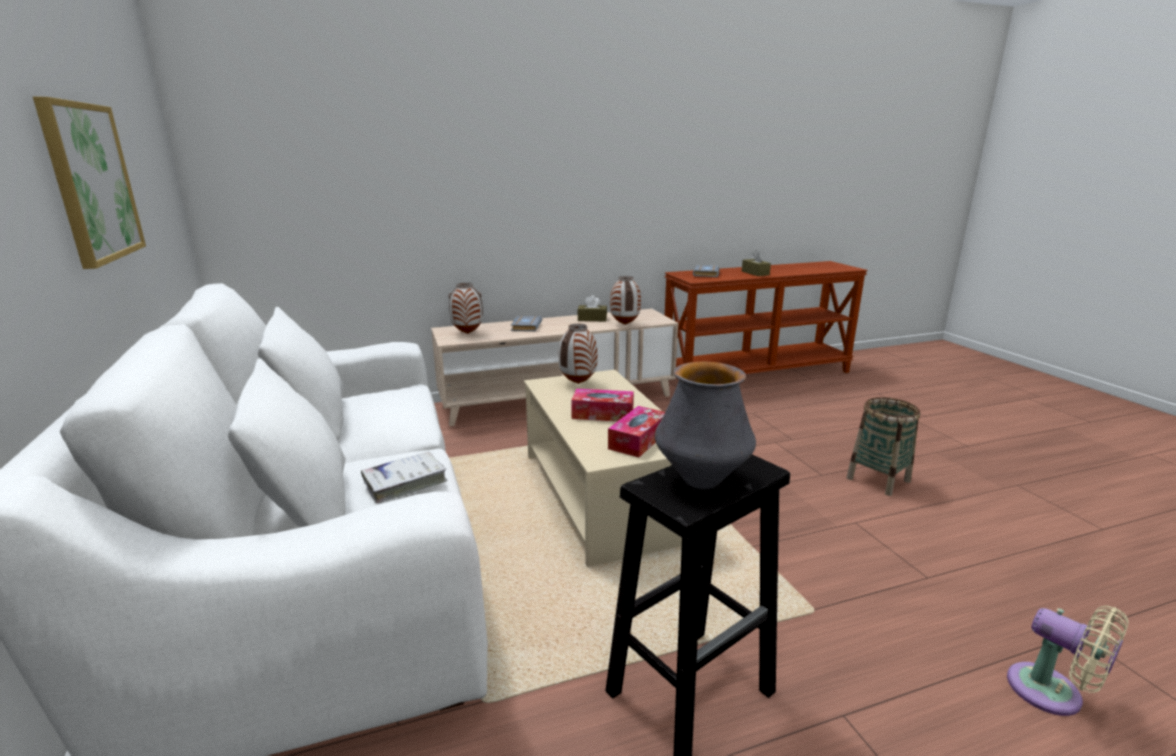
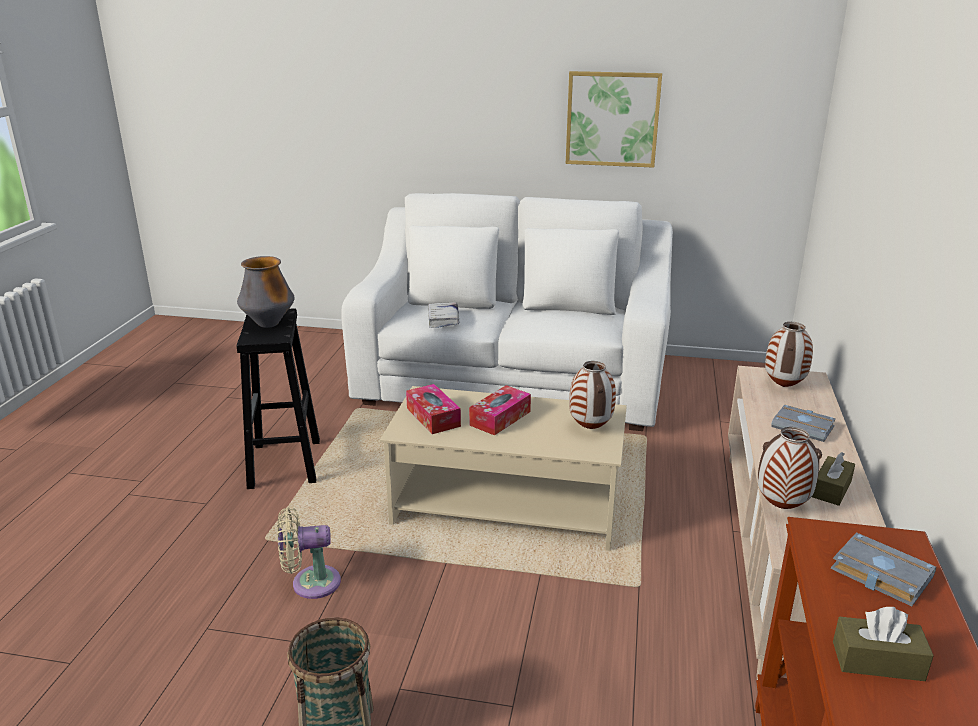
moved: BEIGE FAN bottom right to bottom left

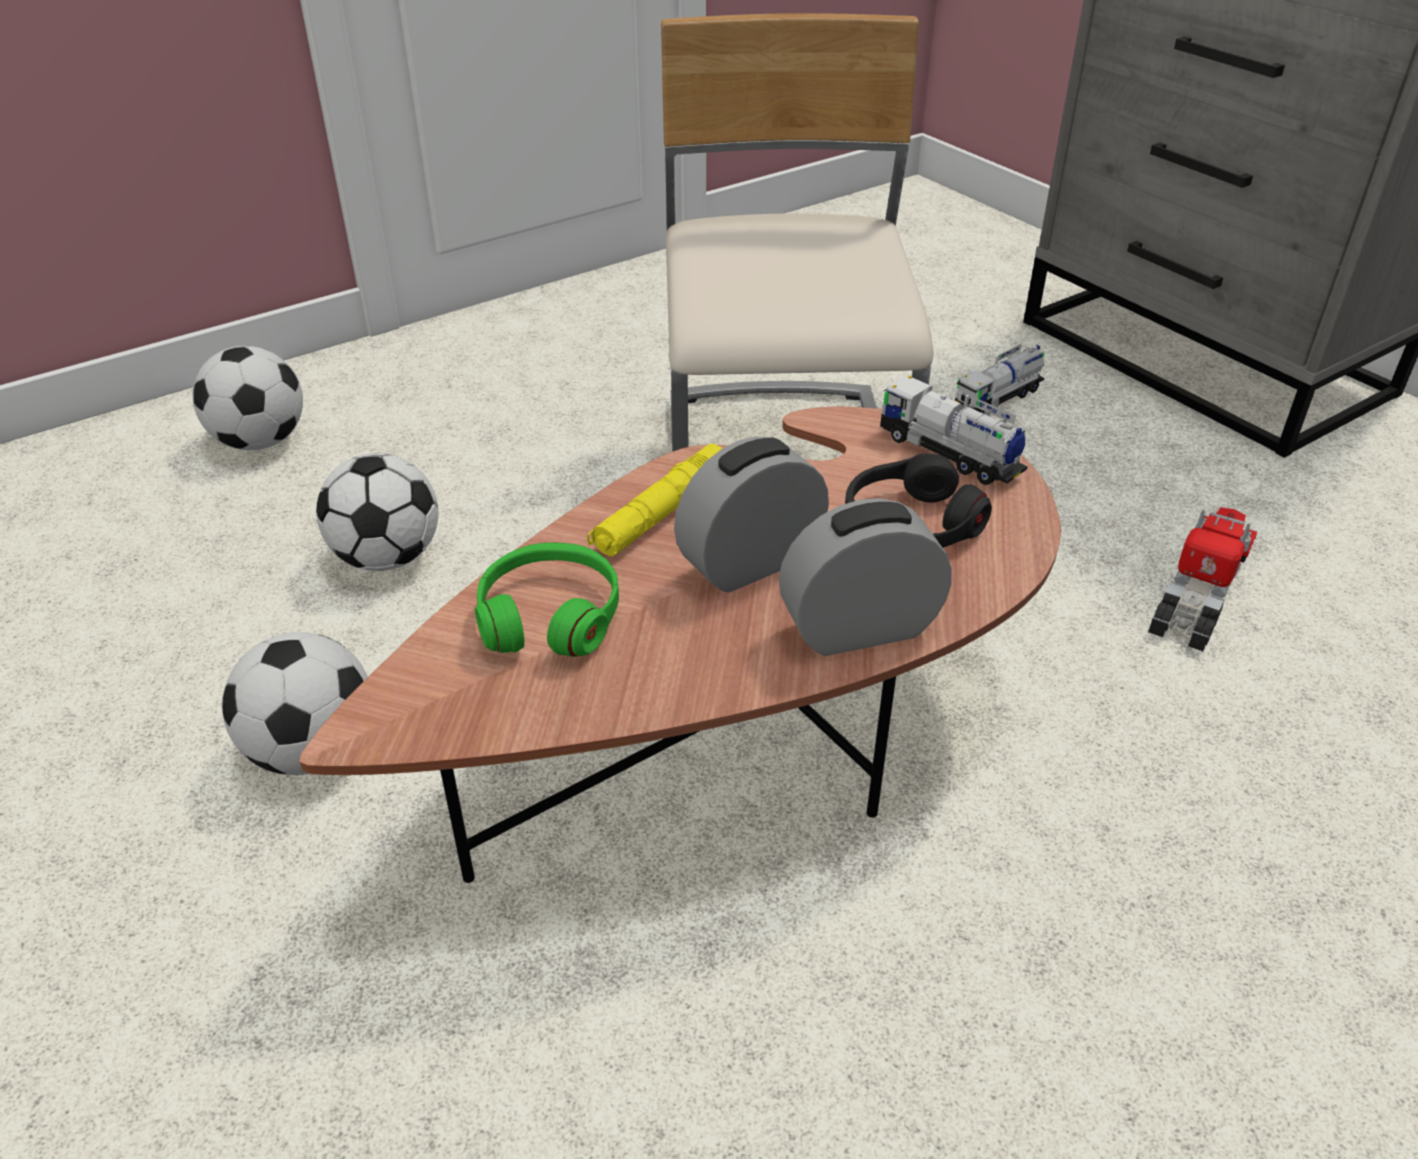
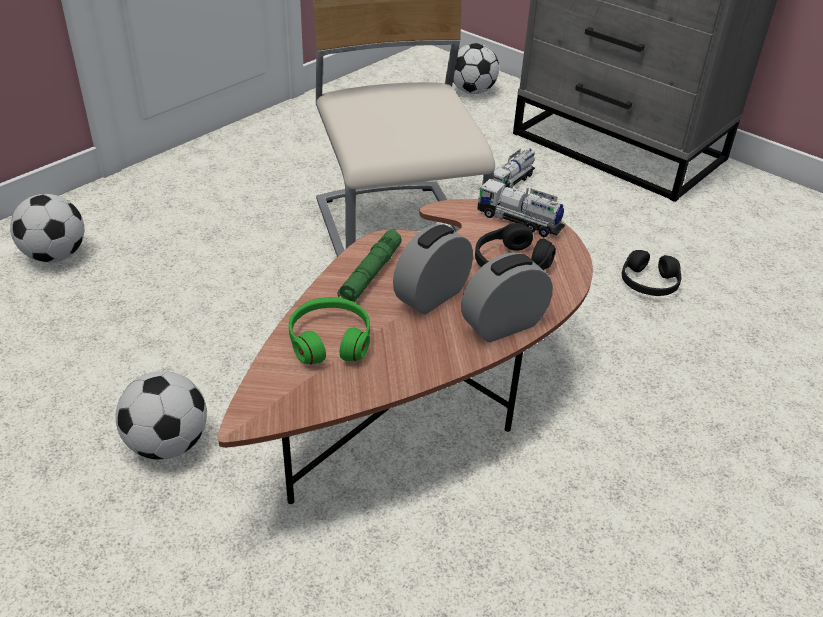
moved: FOOTBALL (3rd from left) middle left to top centre
replaced: TOY TRUCK (3rd from left) middle right to BLACK HEADPHONES (2nd from left) middle right
recoloured: YELLOW FLASHLIGHT centre to GREEN FLASHLIGHT centre

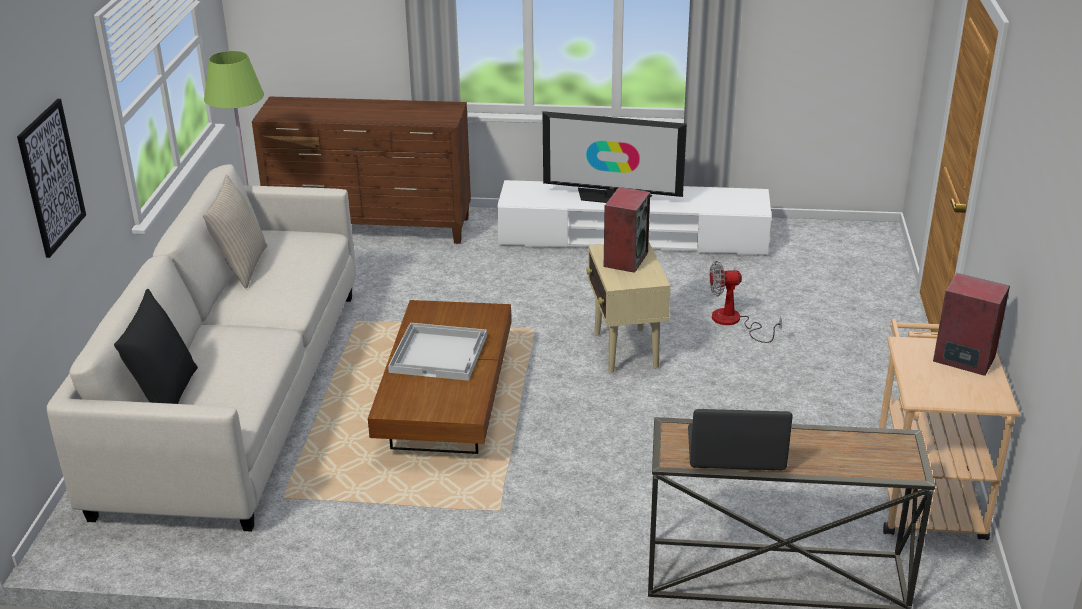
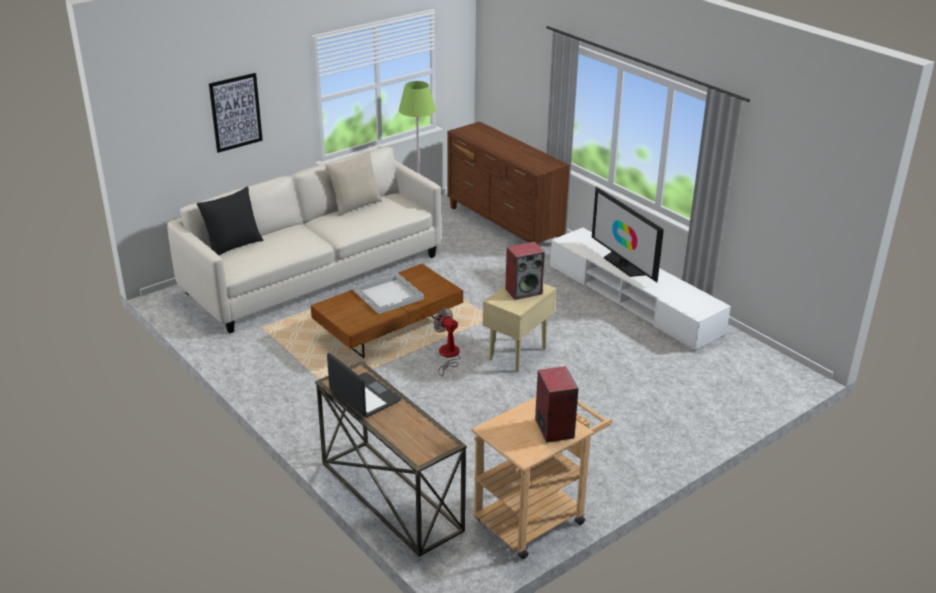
moved: FAN middle right to centre

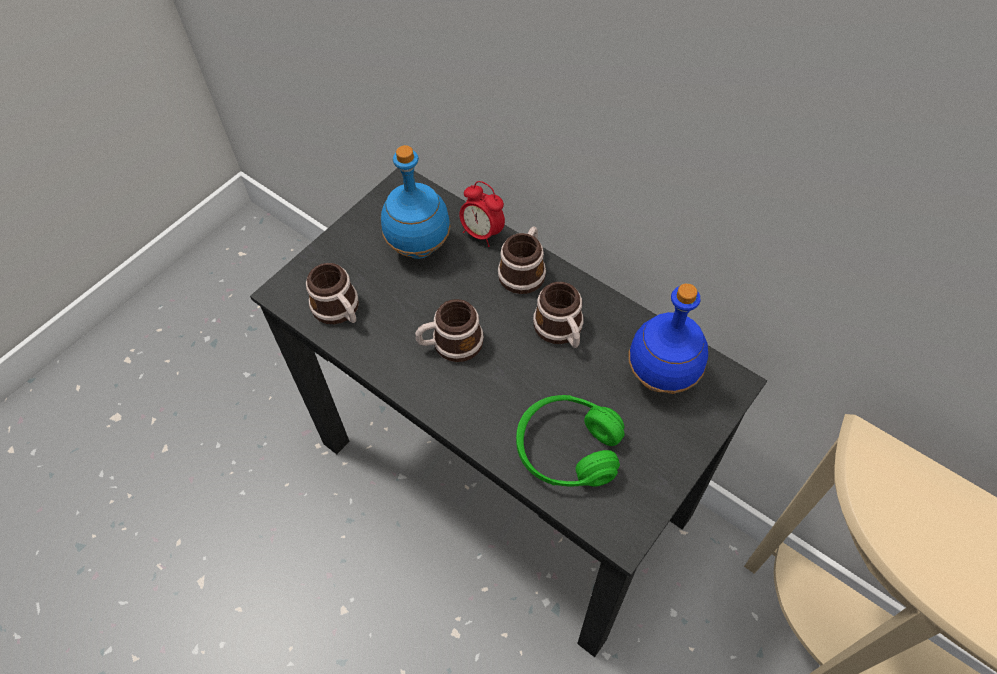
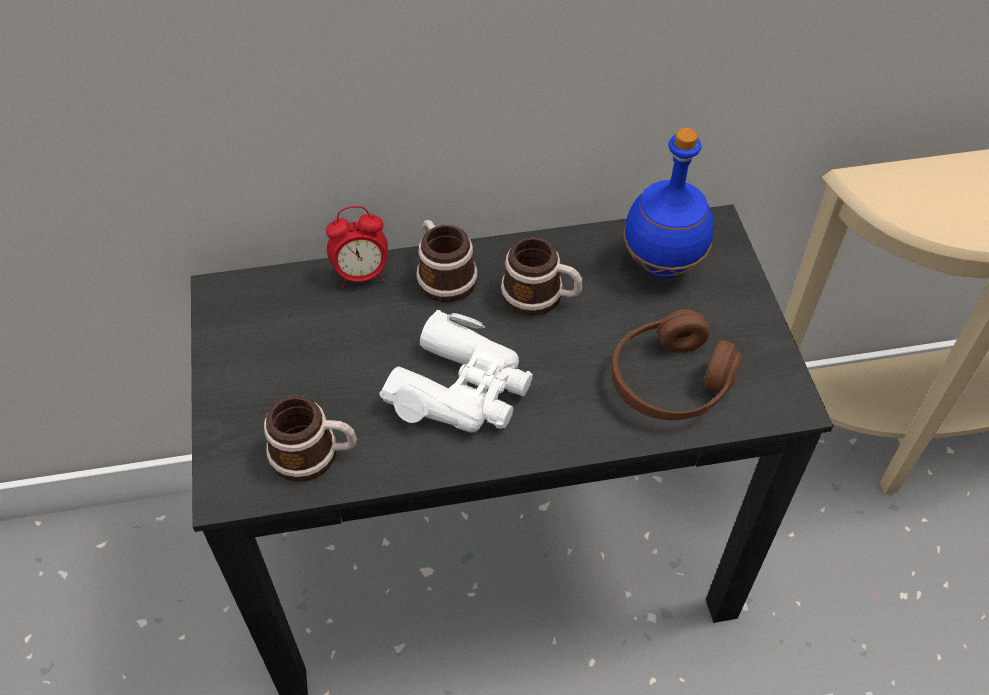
removed: BLUE BOTTLE (1st from left) top centre
replaced: MUG (2nd from left) centre to WHITE BINOCULARS centre
recoloured: GREEN HEADPHONES centre to BROWN HEADPHONES middle right

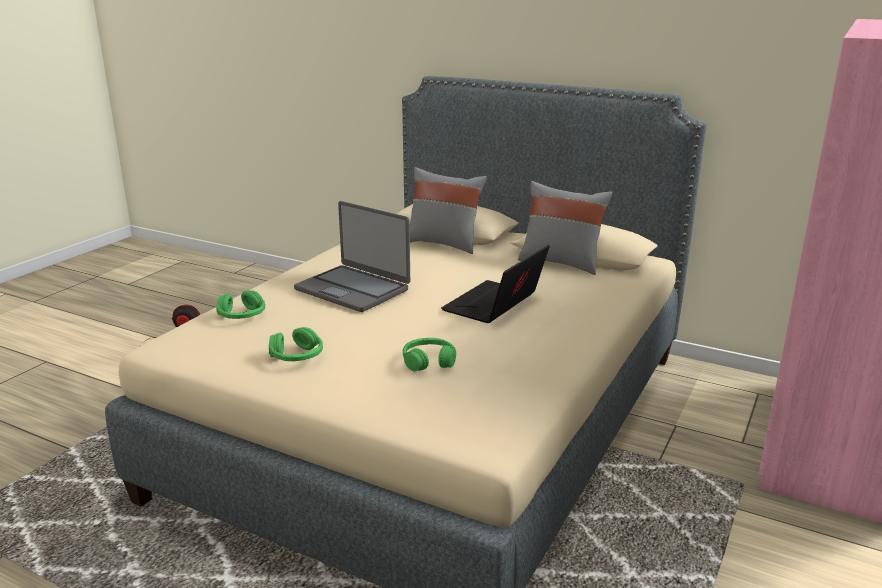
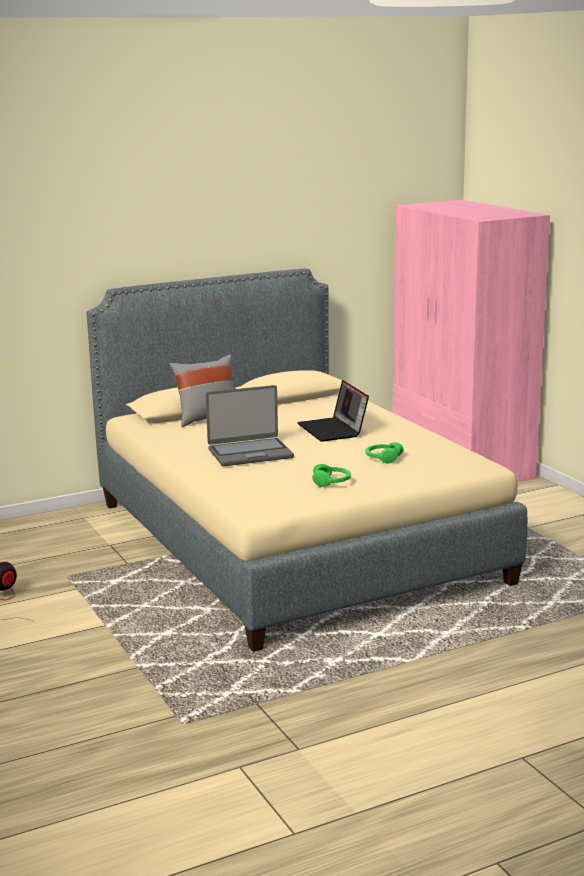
removed: GREEN HEADPHONES (1st from left) middle left; GREY PILLOW (2nd from left) centre

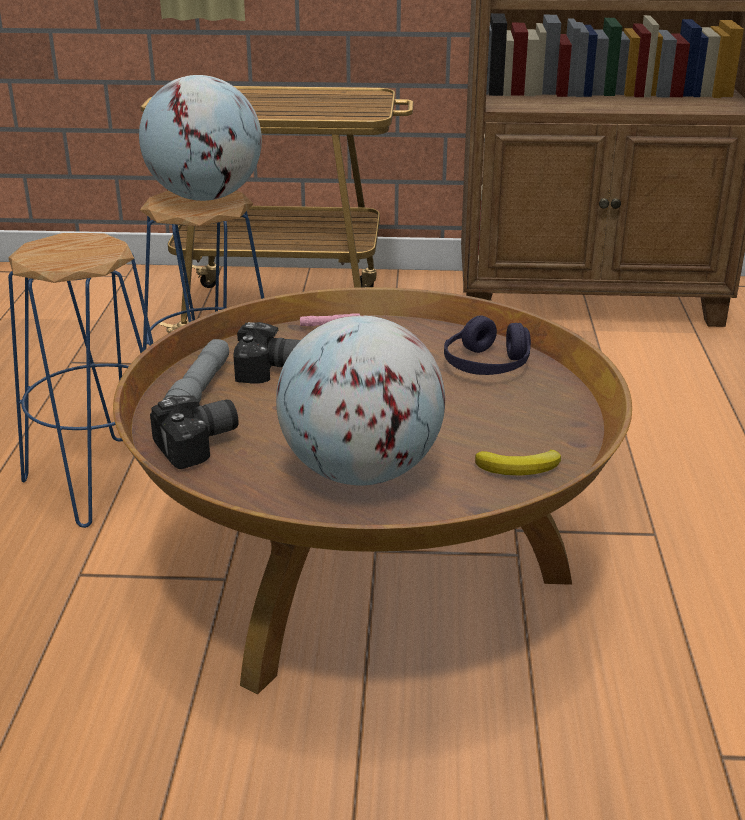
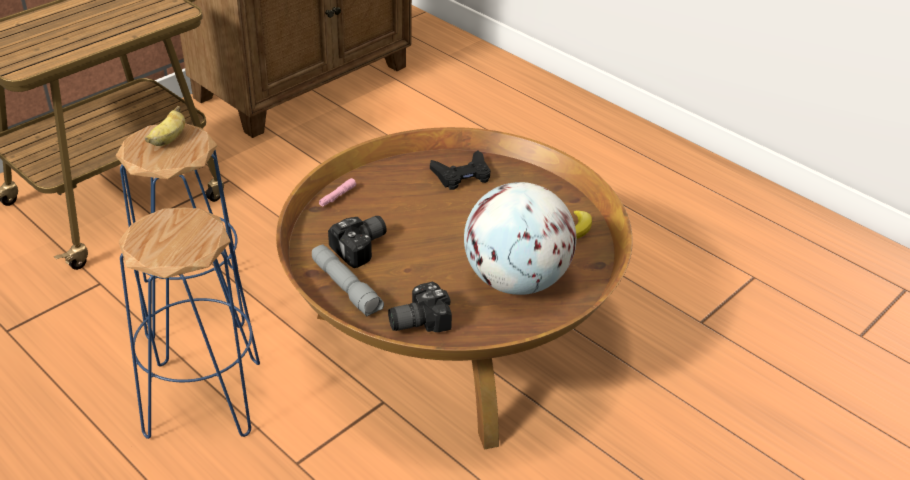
replaced: GLOBE (1st from left) top left to BANANA (1st from left) top left; PURPLE HEADPHONES centre to BLACK GAME CONTROLLER centre
turned: PHOTO CAMERA (1st from left in the first image) middle left = centre 120 degrees counterclockwise

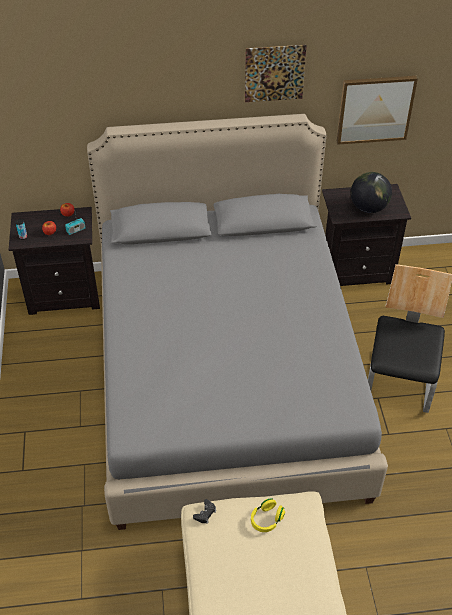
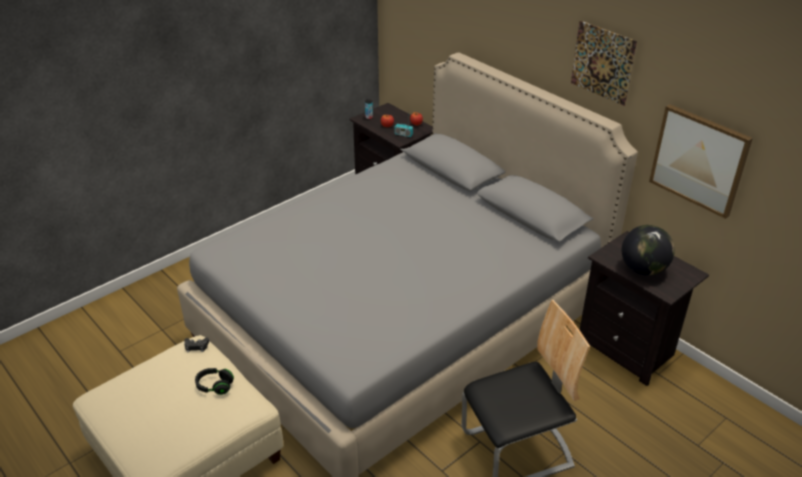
recoloured: YELLOW HEADPHONES bottom centre to BLACK HEADPHONES bottom left

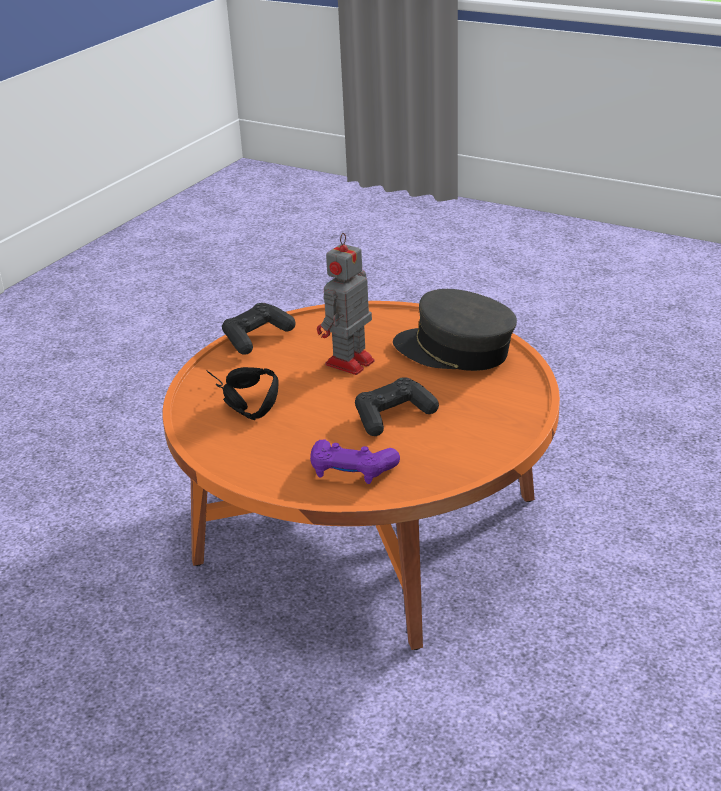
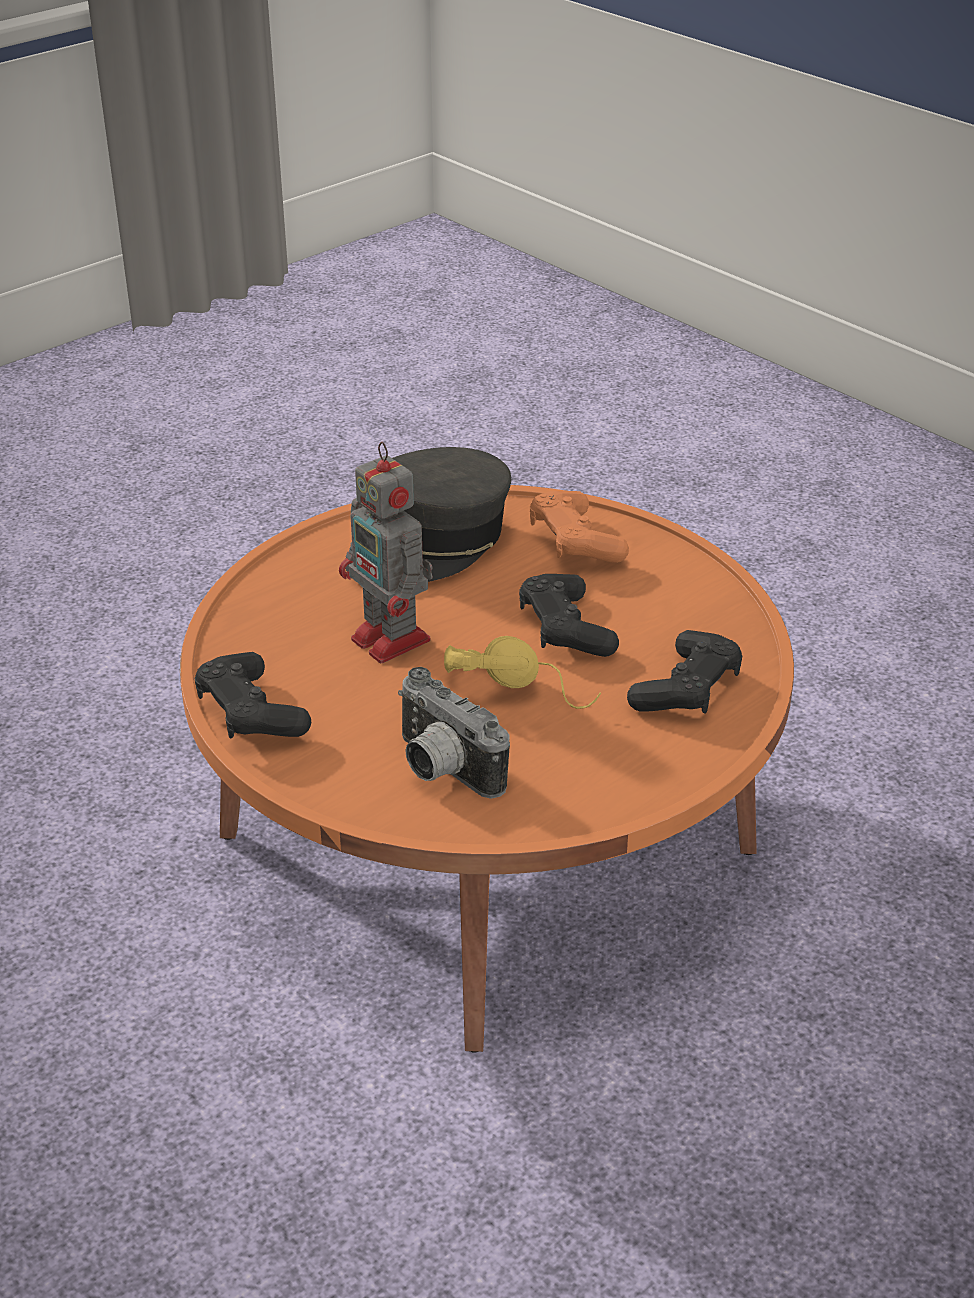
added: YELLOW HEADPHONES centre; ORANGE GAME CONTROLLER centre
replaced: BLACK HEADPHONES centre to PHOTO CAMERA centre
recoloured: PURPLE GAME CONTROLLER centre to BLACK GAME CONTROLLER (3rd from left) middle right

